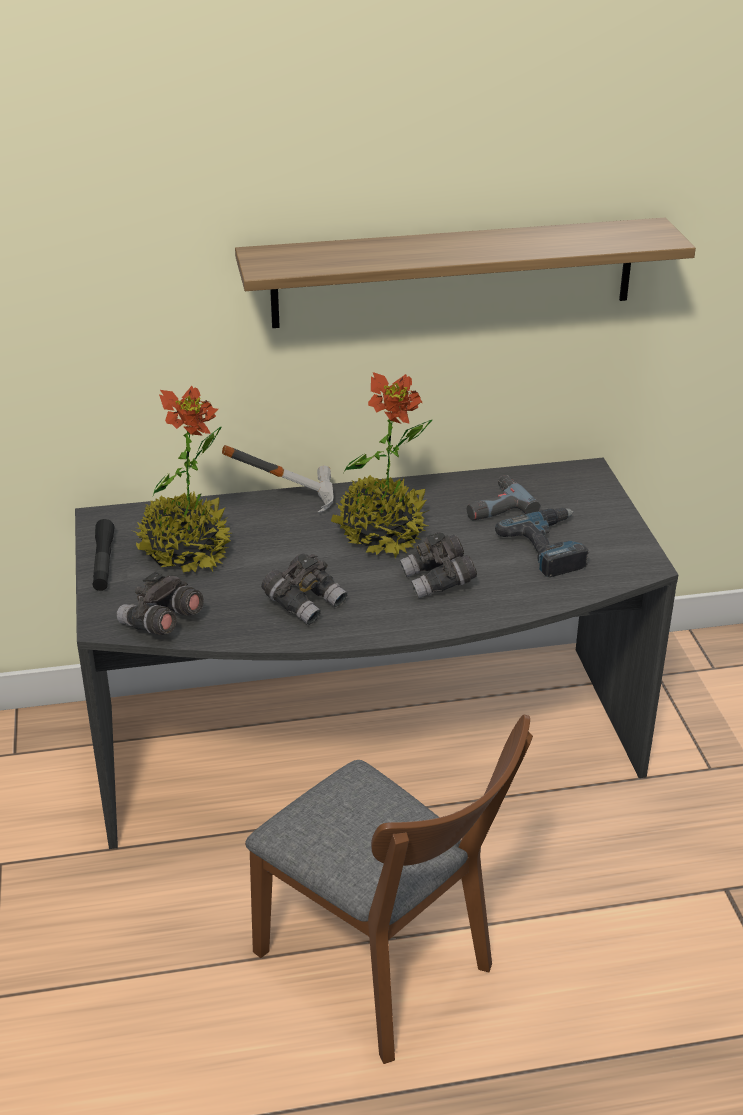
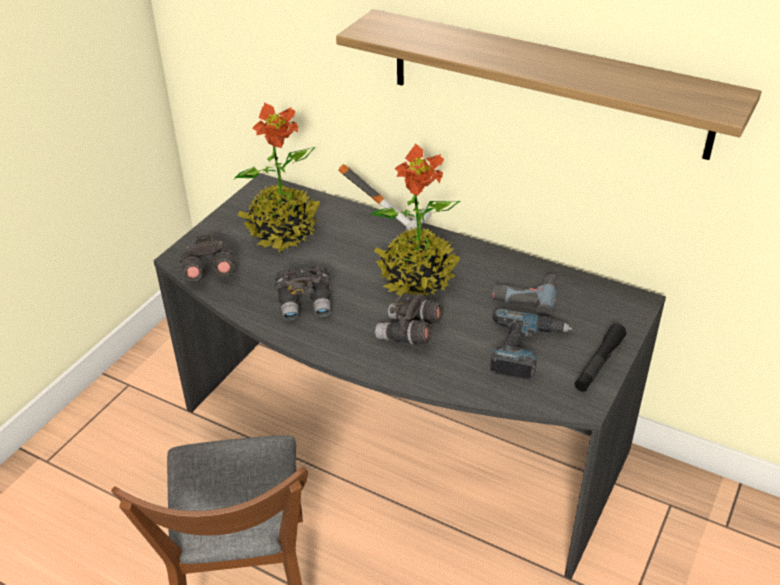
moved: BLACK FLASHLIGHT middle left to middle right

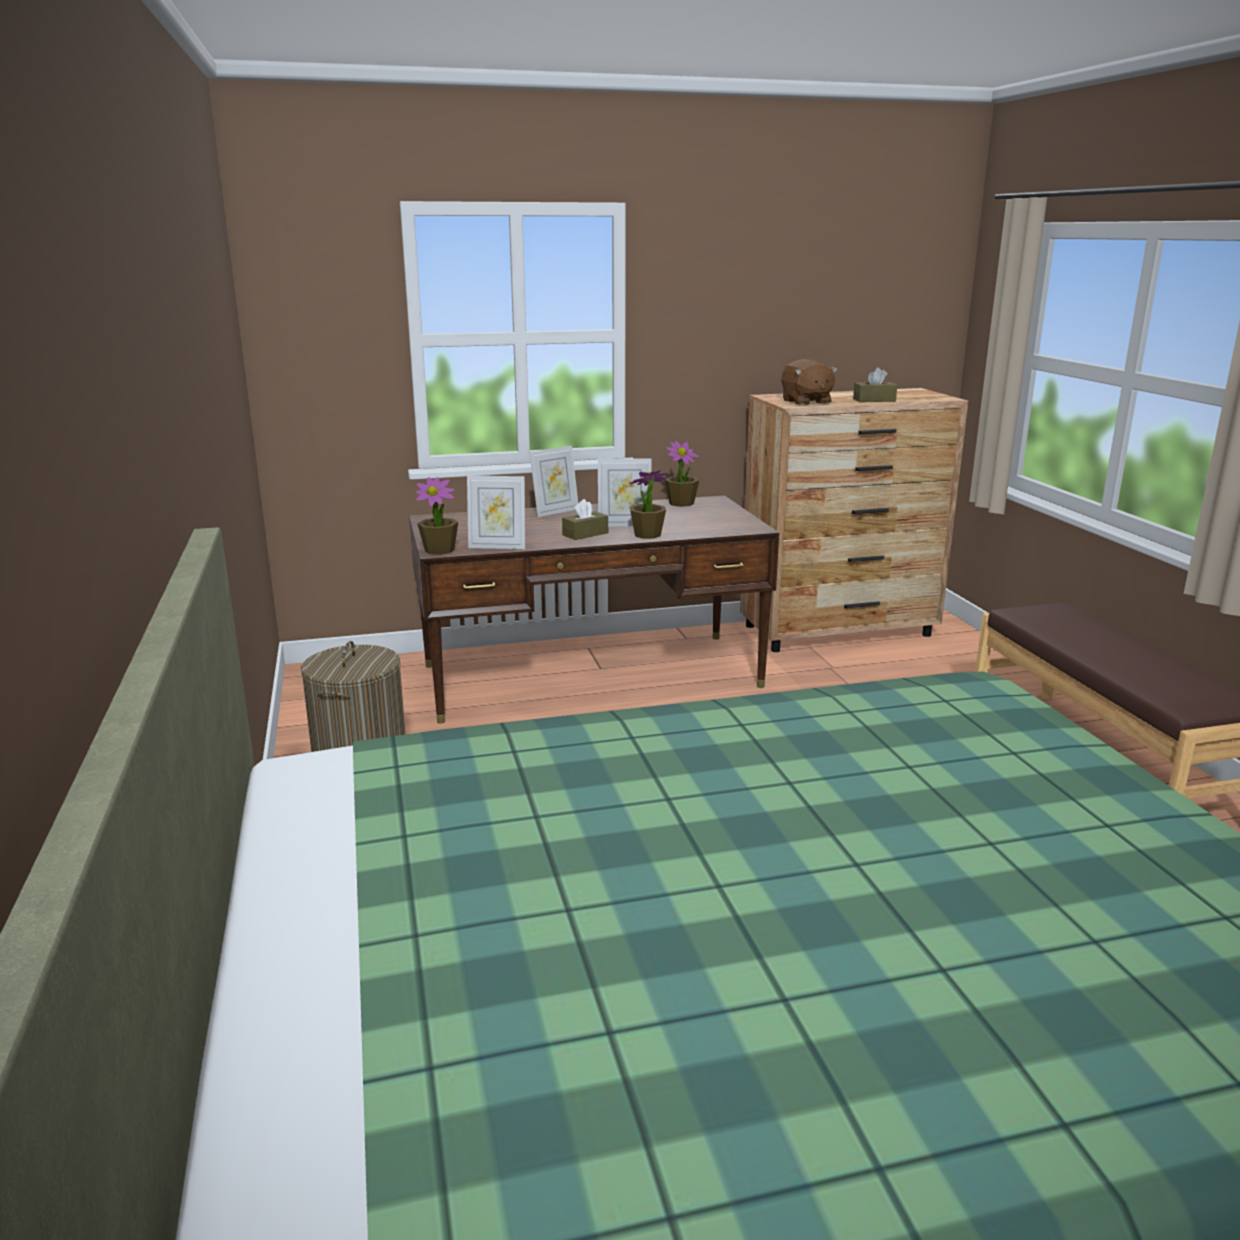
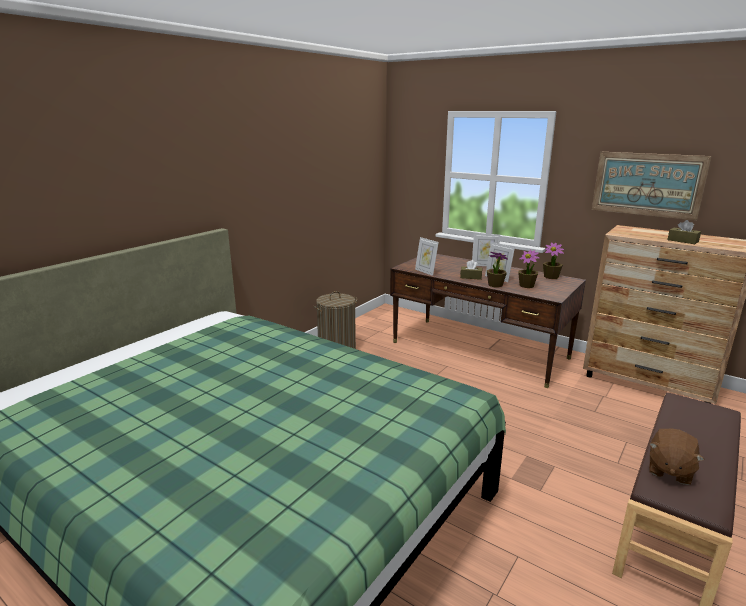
added: PICTURE top right
moved: POTTED PLANT (1st from left in the first image) centre to POTTED PLANT (2nd from left) middle right; BROWN PLUSH TOY top centre to bottom right

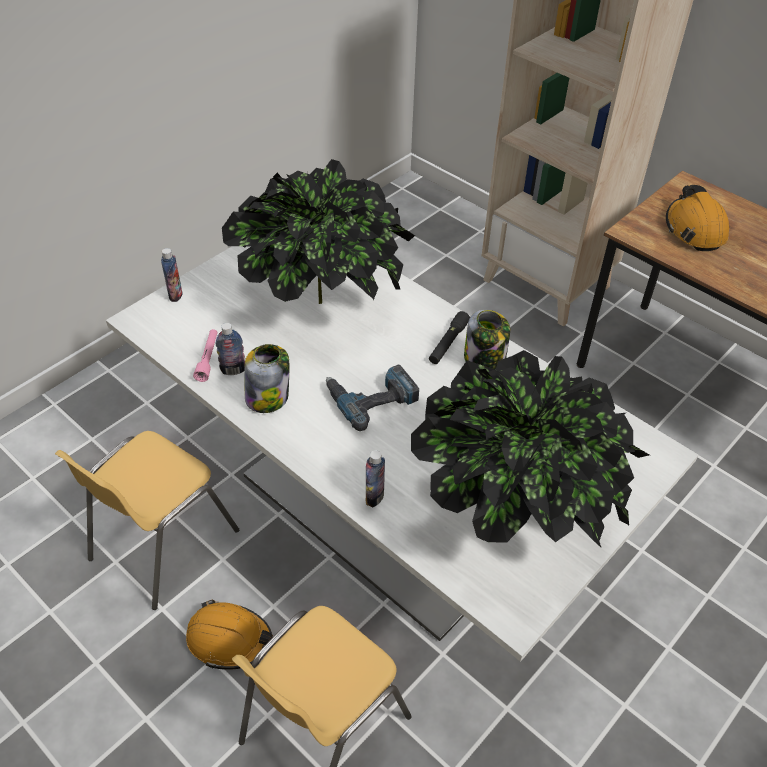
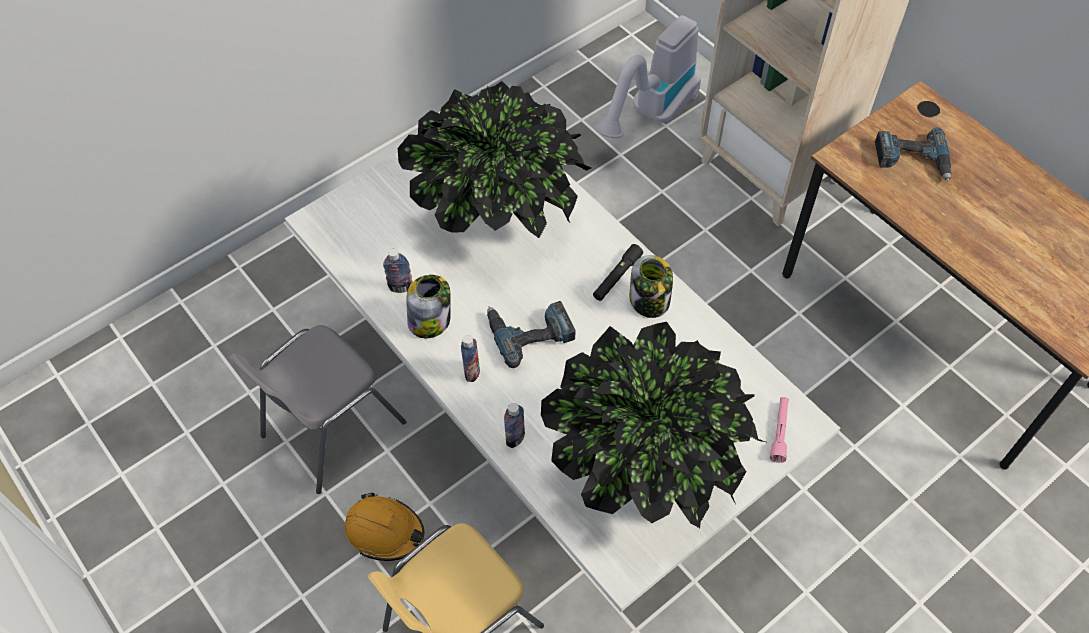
added: VACUUM CLEANER top centre
moved: BOTTLE (1st from left in the first image) middle left to BOTTLE (2nd from left) centre; PINK FLASHLIGHT middle left to bottom right
replaced: ORANGE HARD HAT (2nd from left) top right to POWER DRILL (2nd from left) top right
recoloured: YELLOW CHAIR (1st from left) bottom left to GREY CHAIR middle left

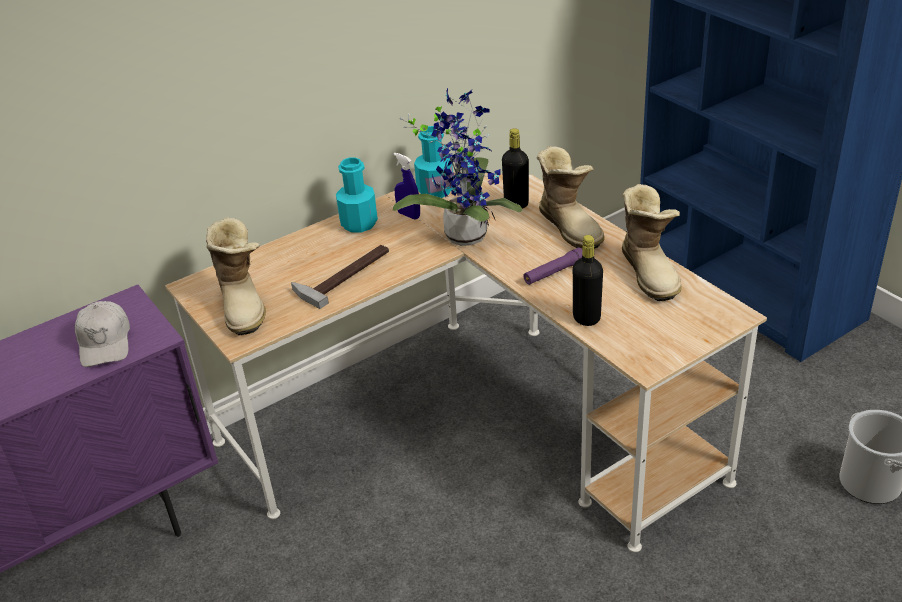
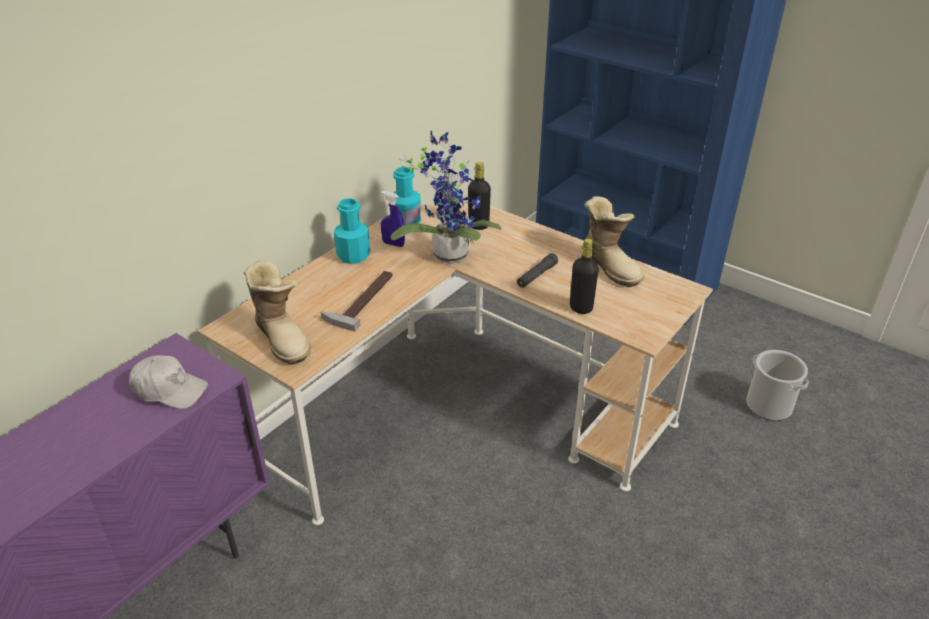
removed: BOOT (2nd from left) top centre
recoloured: PURPLE FLASHLIGHT centre to BLACK FLASHLIGHT centre
turned: WHITE CAP middle left = middle left 45 degrees counterclockwise

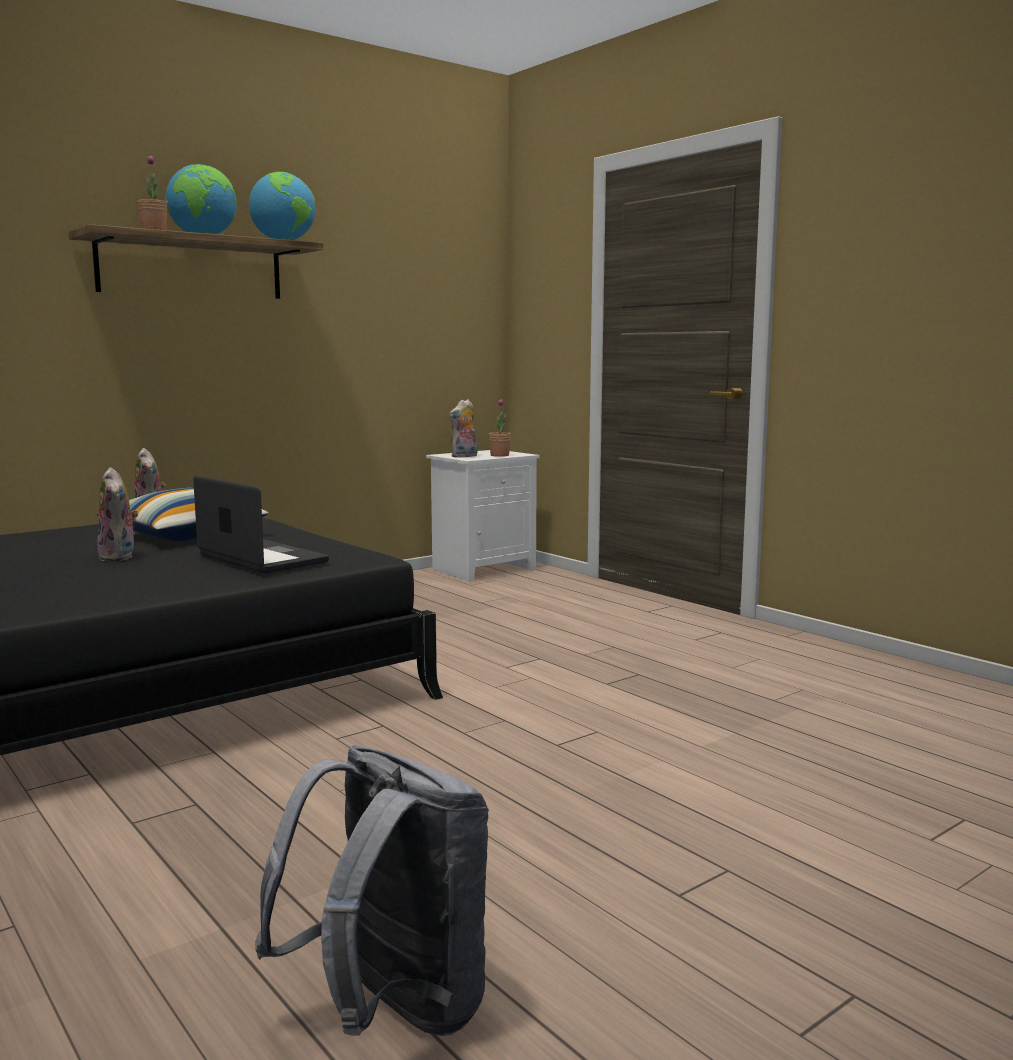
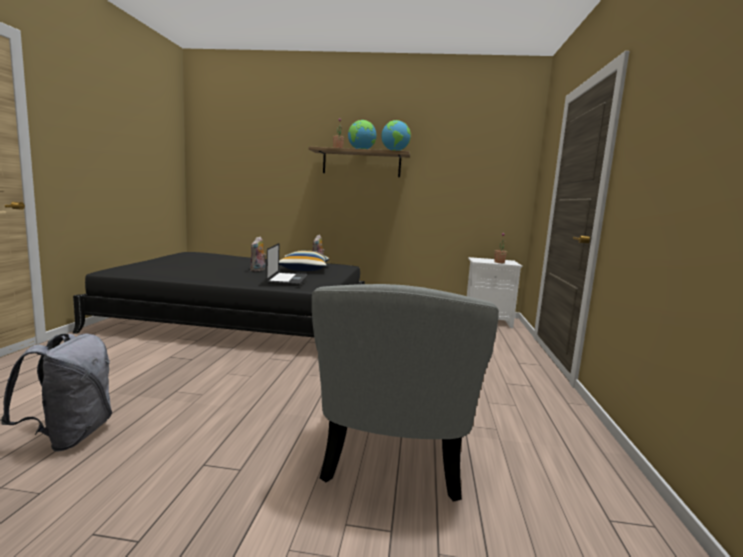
removed: PLUSH TOY (3rd from left) centre
added: GREY ARMCHAIR bottom centre

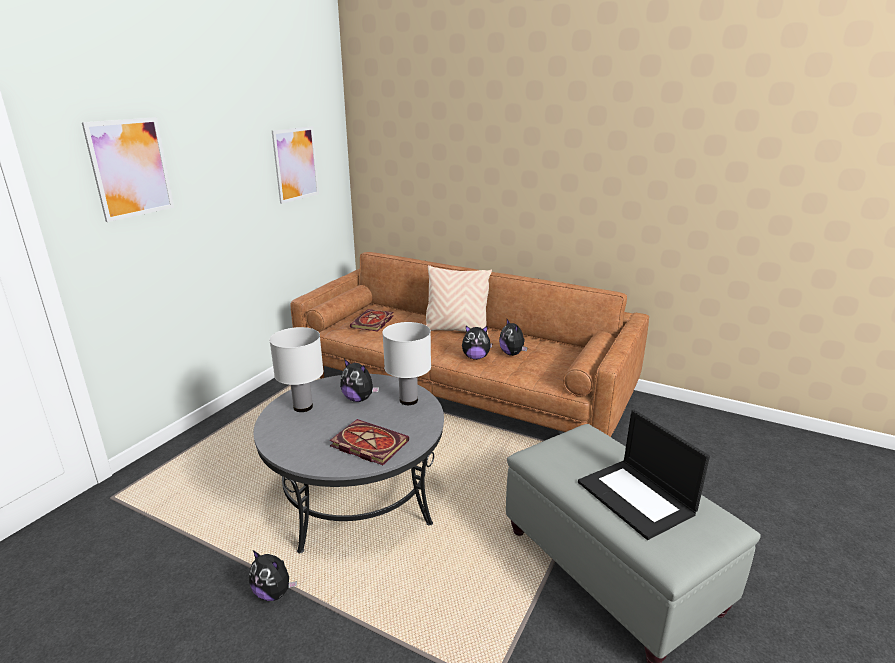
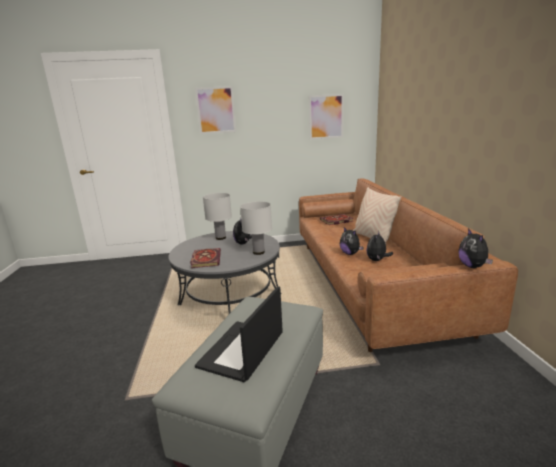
moved: PLUSH TOY (1st from left in the first image) bottom left to PLUSH TOY (4th from left) middle right

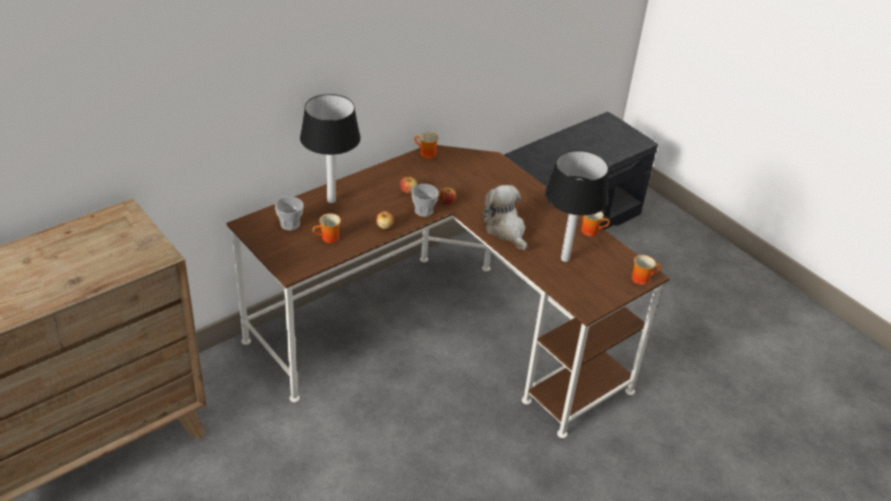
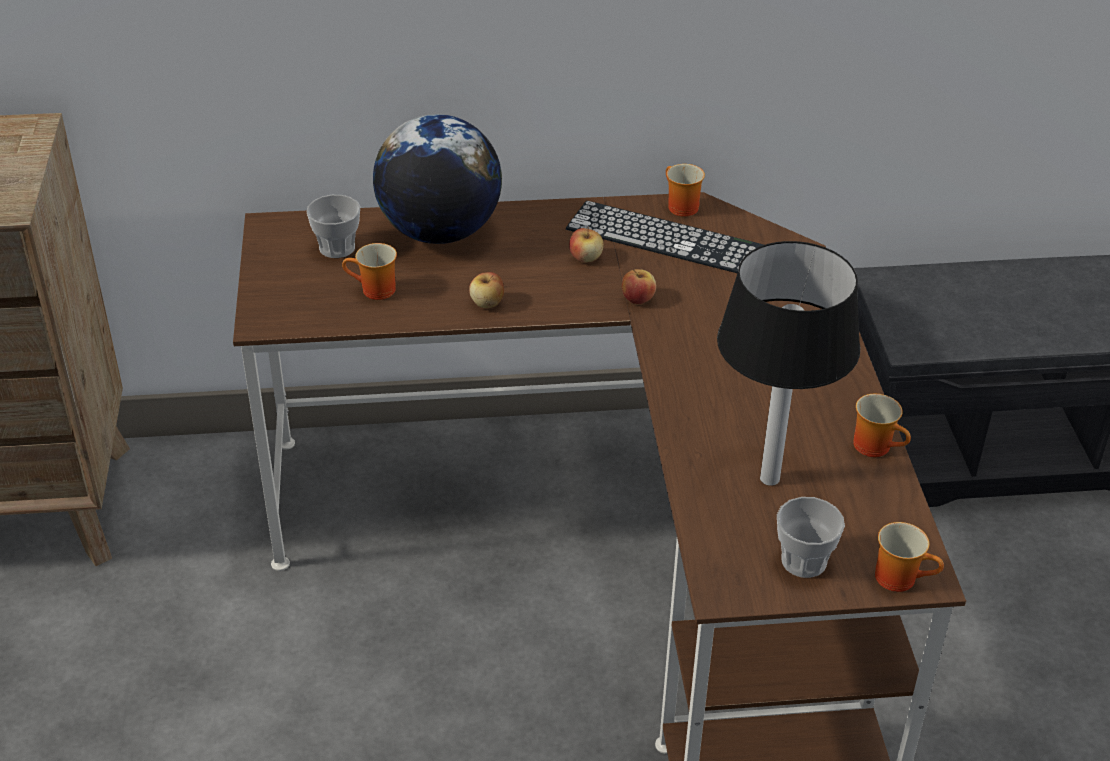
removed: PLUSH TOY centre
added: KEYBOARD top centre
moved: CUP (2nd from left) centre to bottom right
replaced: TABLE LAMP (1st from left) top centre to GLOBE top centre

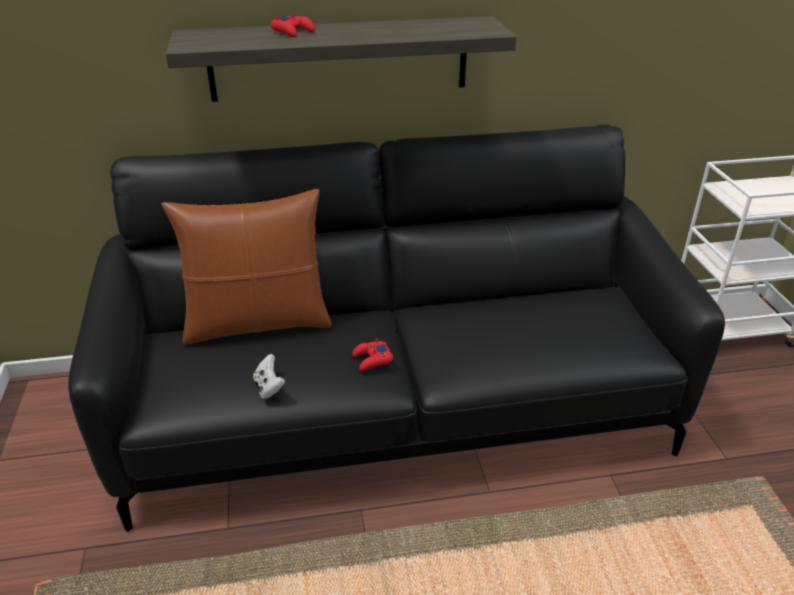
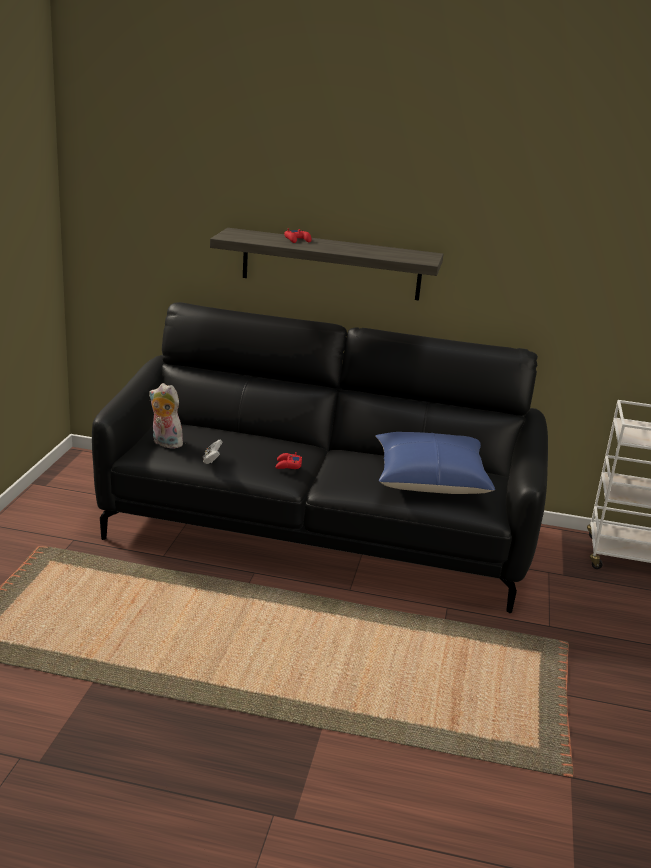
removed: BROWN PILLOW middle left
added: PLUSH TOY middle left; BLUE PILLOW middle right

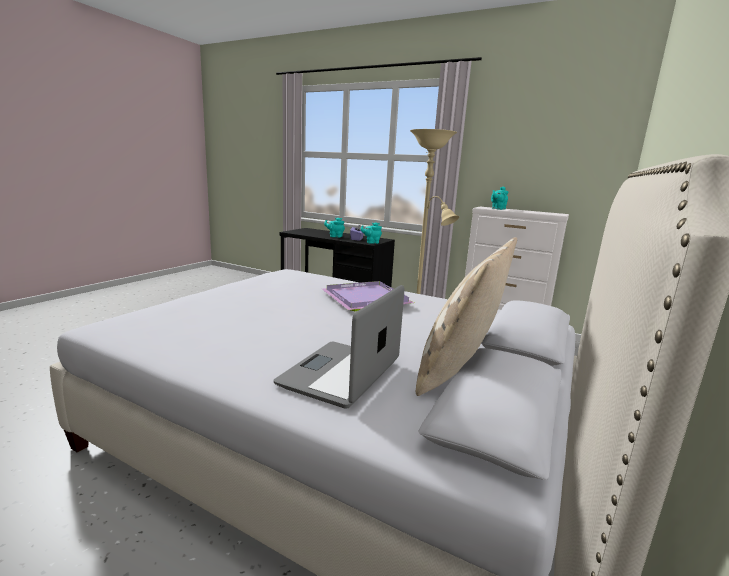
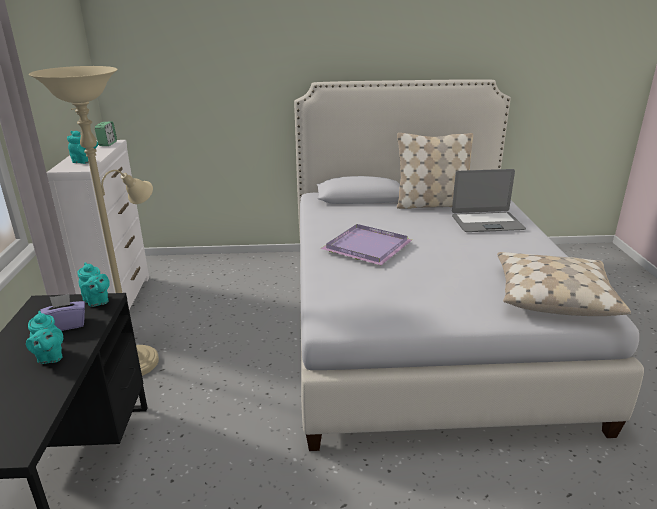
added: ALARM CLOCK top left; BEIGE PILLOW (2nd from left) middle right

